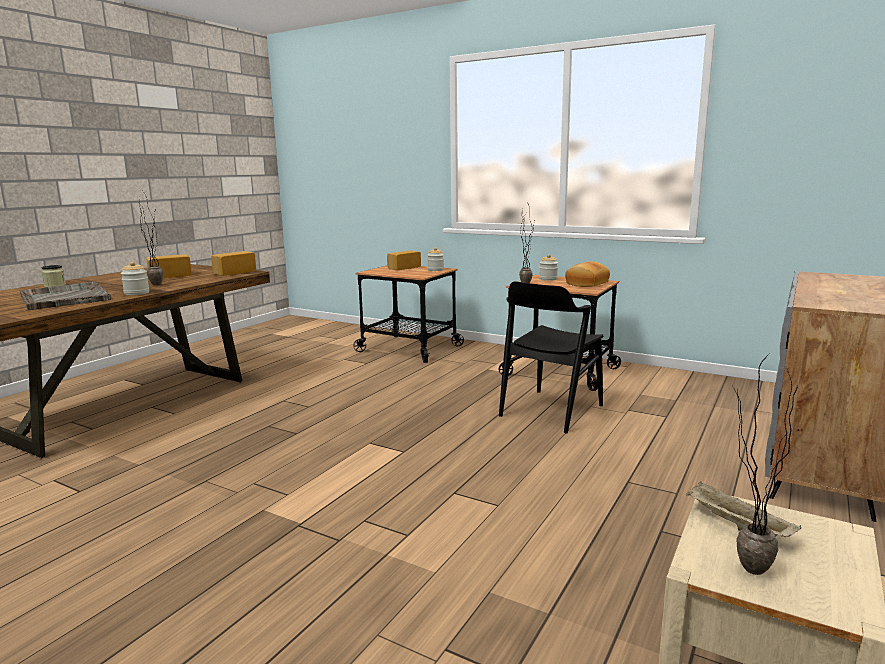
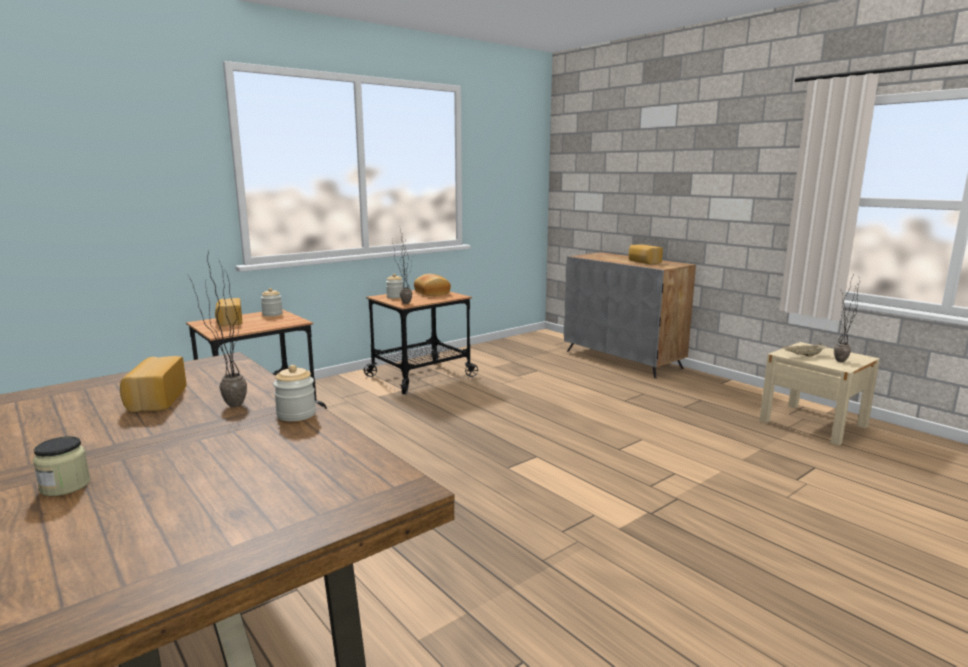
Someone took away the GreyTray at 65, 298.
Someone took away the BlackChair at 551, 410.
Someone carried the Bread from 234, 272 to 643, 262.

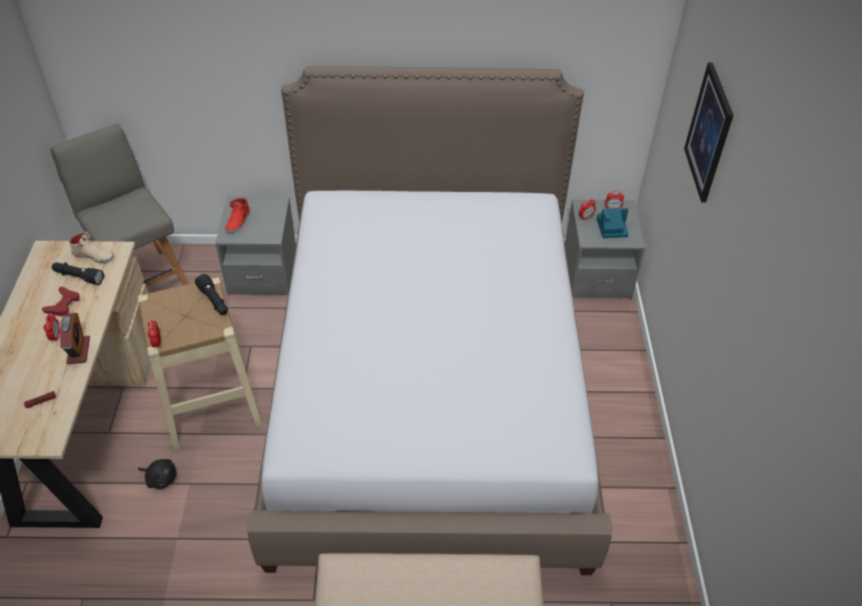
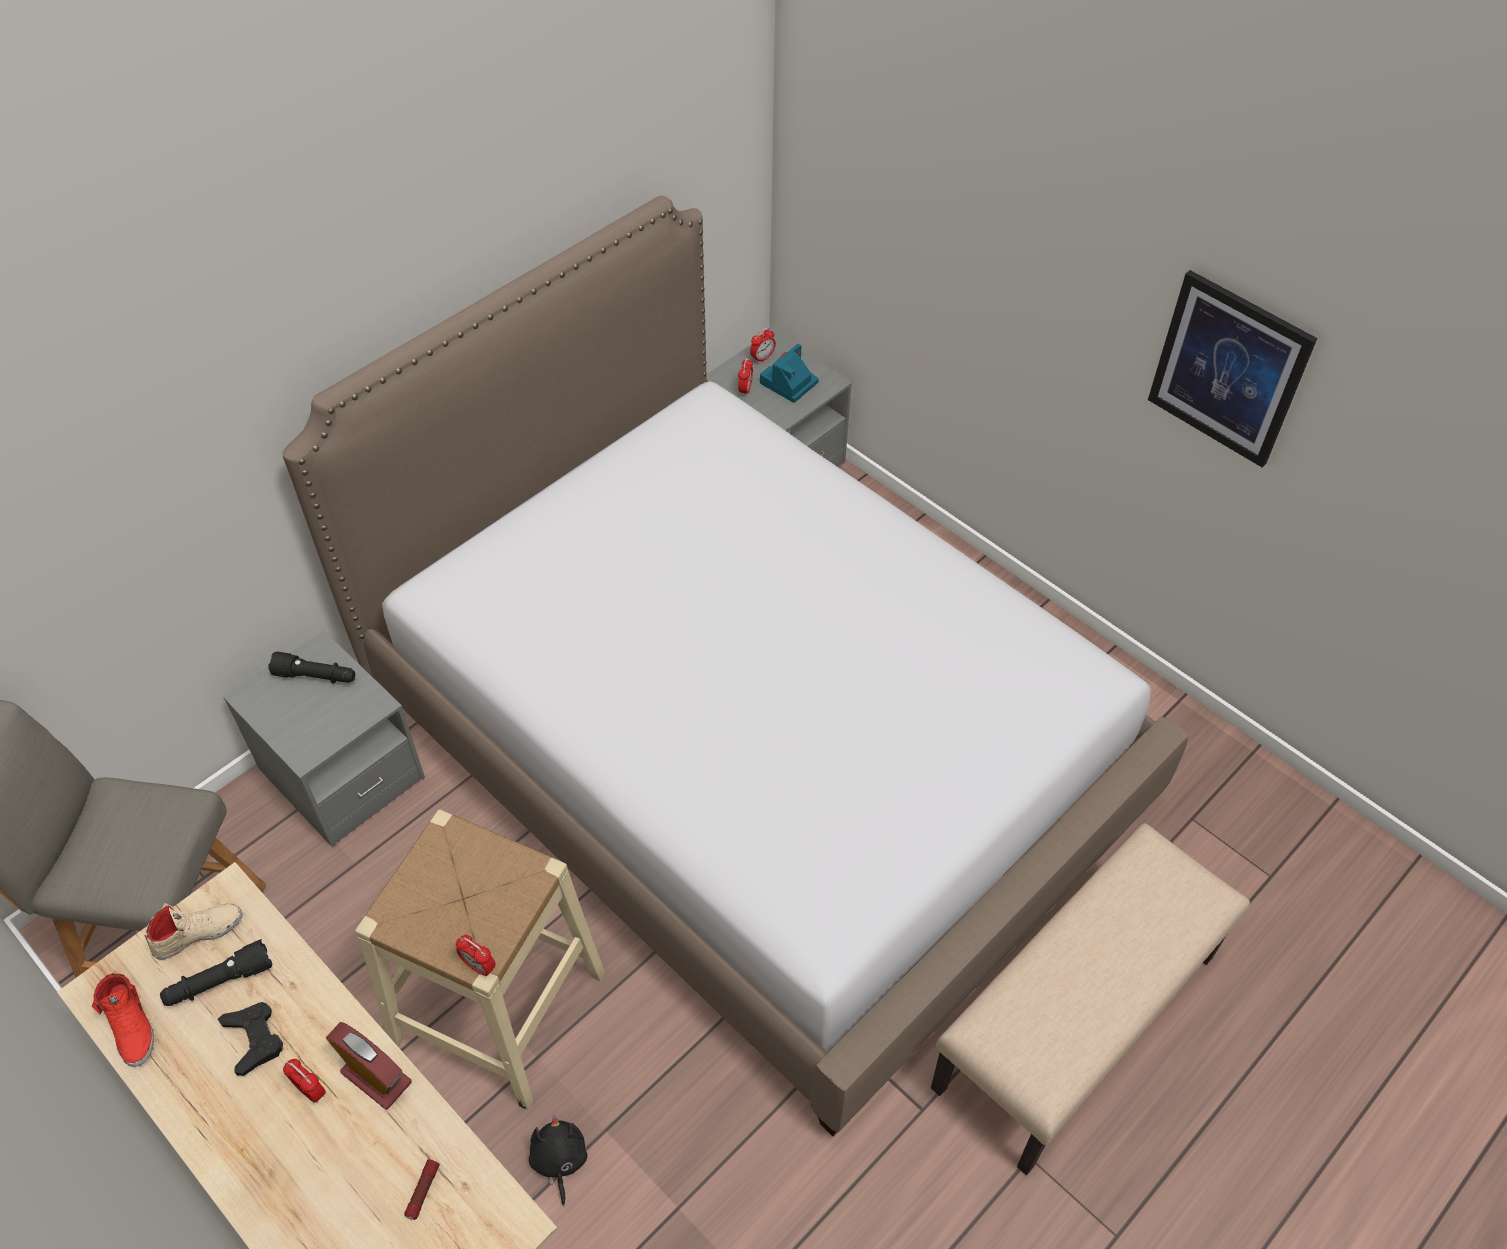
Someone carried the BlackFlashlight from 214, 301 to 316, 676.
Someone carried the RedShoe from 238, 221 to 132, 1025.
Someone carried the Picture from 709, 133 to 1229, 369.
Someone repainted the RedGameController at 63, 304, which became the BlackGameController at 254, 1039.
Someone rotated the BlackPlushToy at 160, 478 by 75 degrees counterclockwise.

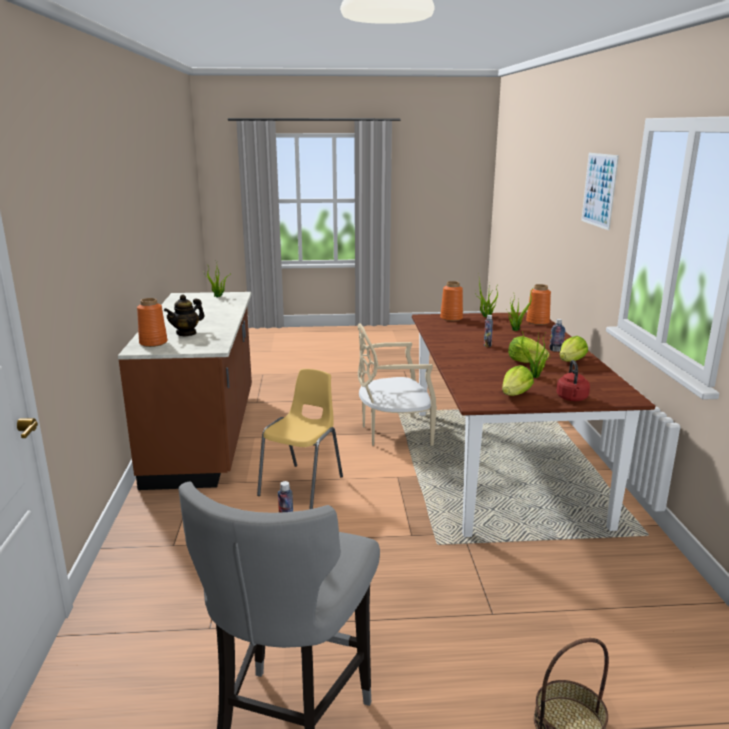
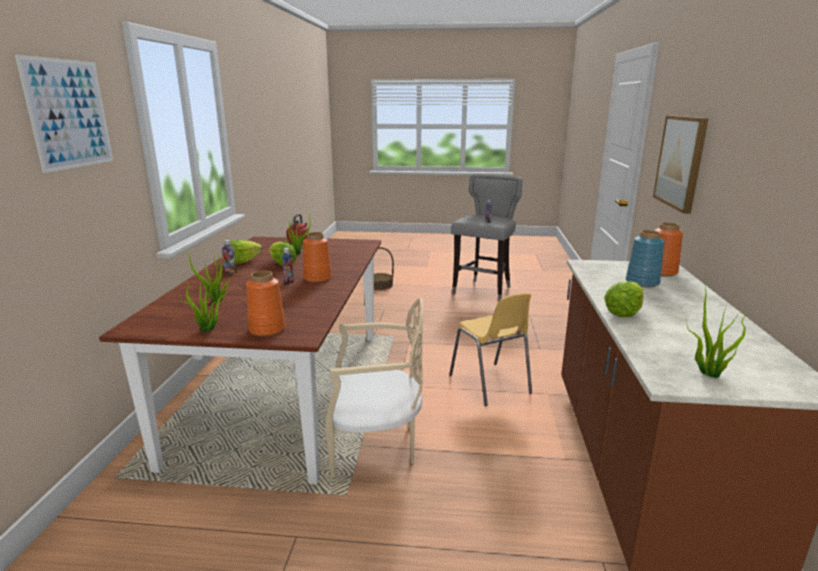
Someone put up the Picture at 681, 162.
Someone carried the Lettuce from 515, 395 to 623, 313.
Someone carried the OrangeVase from 538, 322 to 317, 278.
Someone swapped the Teapot at 186, 333 for the BlueVase at 641, 282.
Someone rotated the YellowChair at 303, 486 by 60 degrees counterclockwise.

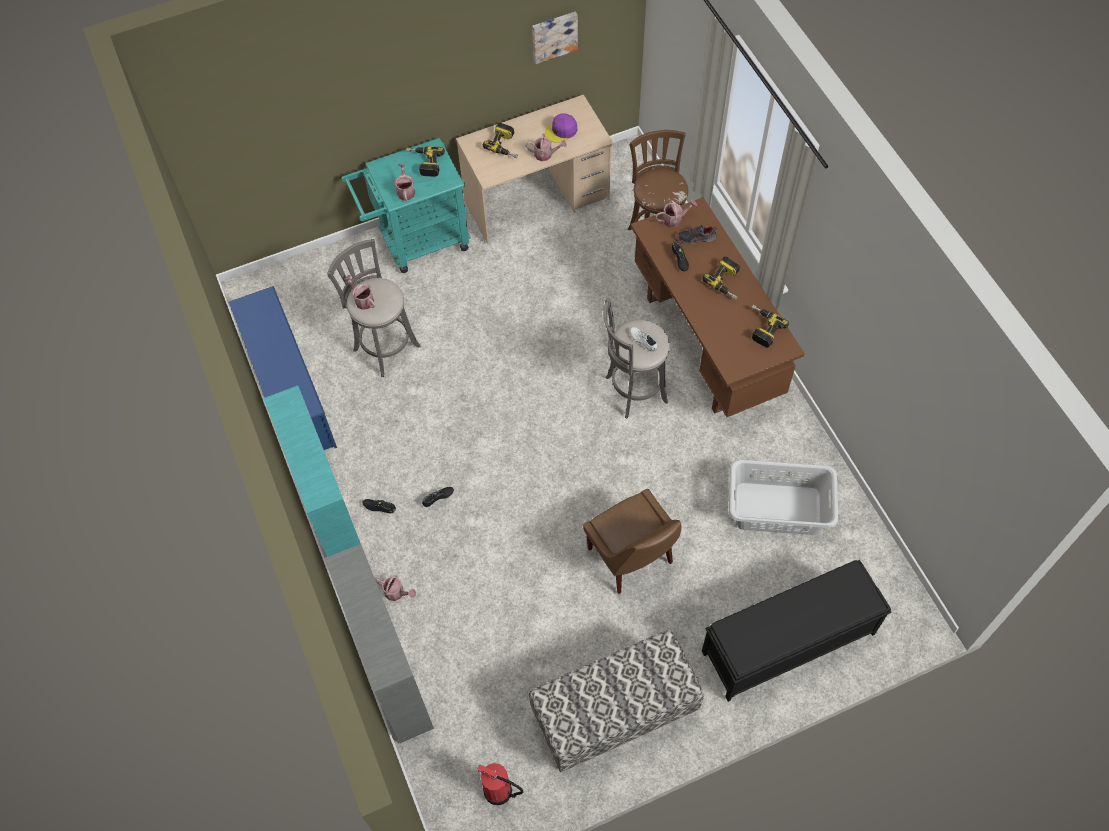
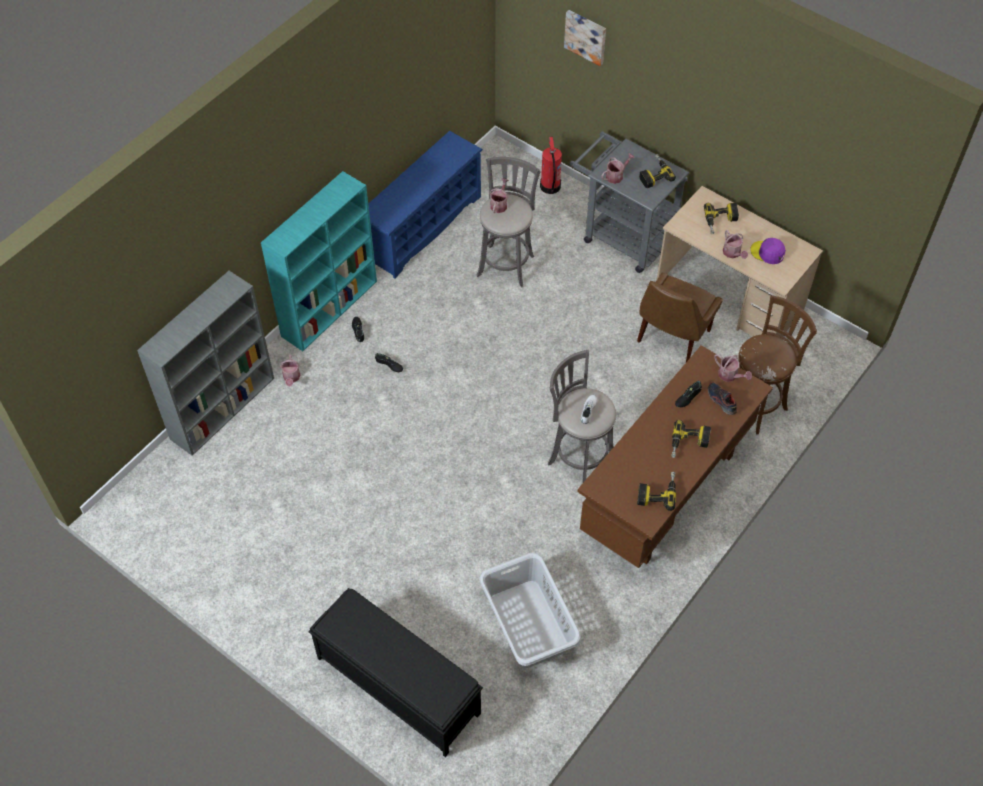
Someone took away the Bench at 614, 713.
Someone carried the FireExtinguisher from 499, 791 to 550, 187.
Someone carried the Picture from 554, 36 to 586, 36.
Someone carried the BrownChair from 632, 558 to 672, 338.
Someone repainted the TurquoiseCart at 416, 242, which became the GreyCart at 622, 236.

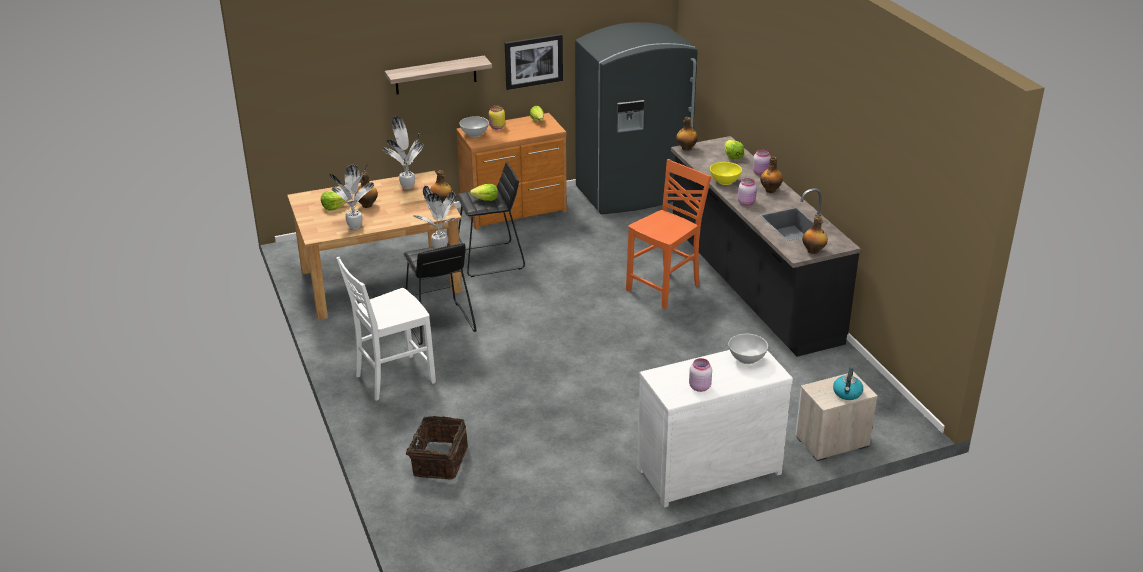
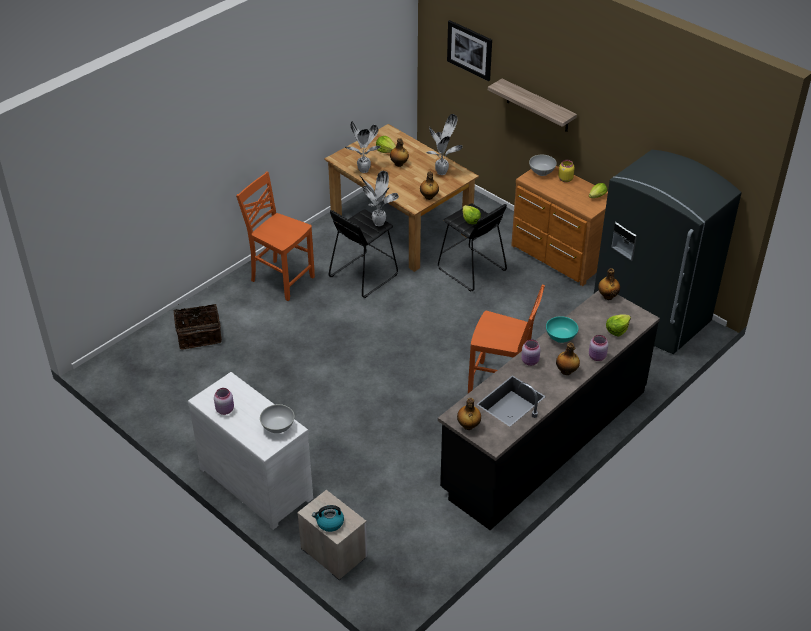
Someone carried the Picture from 533, 61 to 470, 50.
Someone repainted the WhiteChair at 393, 378, which became the OrangeChair at 281, 279.
Someone repainted the YellowBowl at 725, 181, which became the TurquoiseBowl at 560, 337.

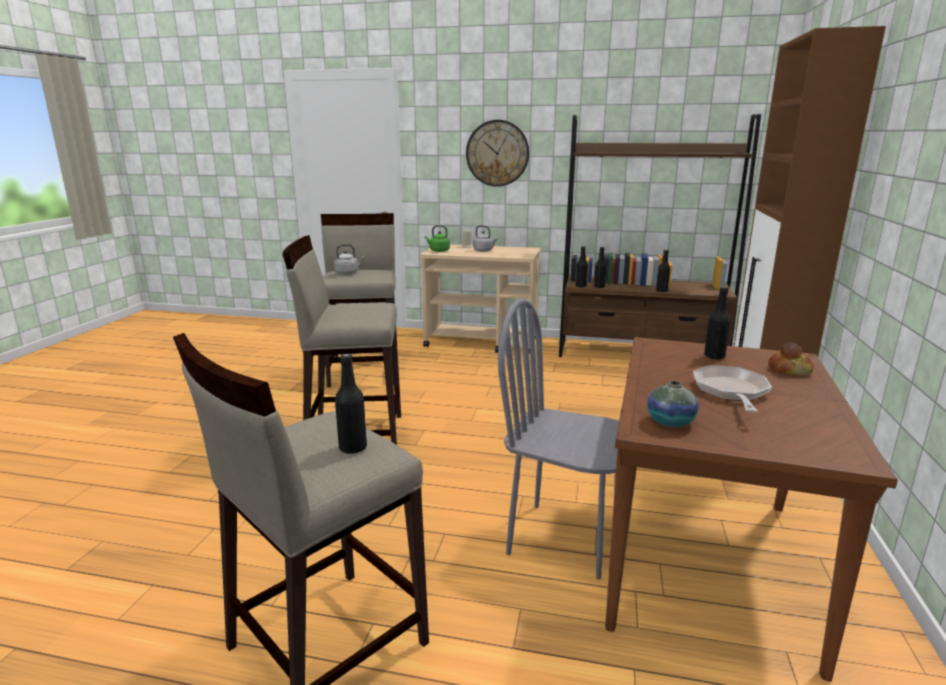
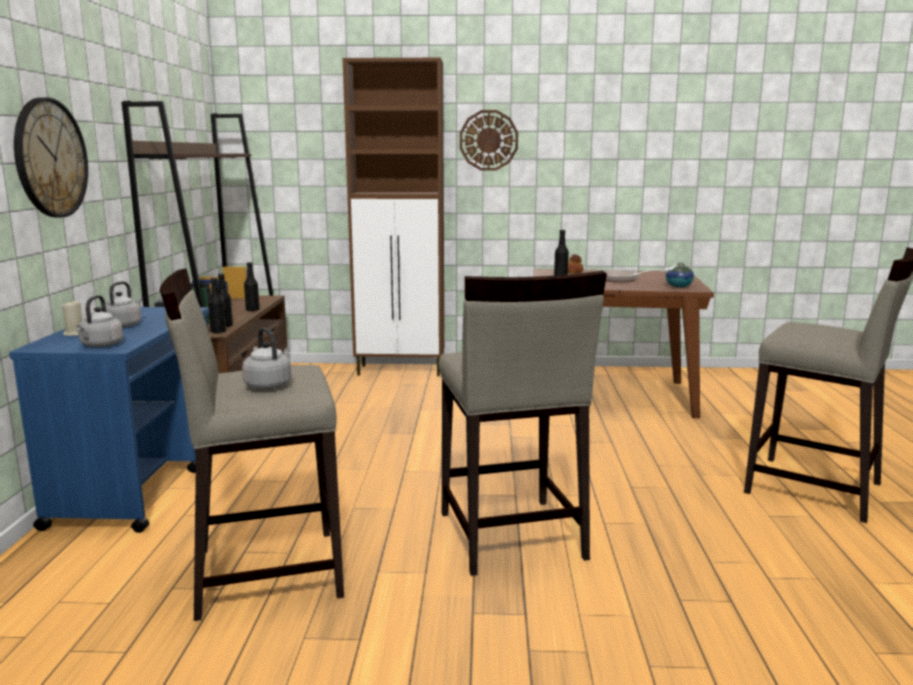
Someone took away the BlackBottle at 353, 448.
Someone took away the GreyChair at 564, 539.
Someone put up the WallClock at 488, 140.
Someone repainted the BeigeCart at 482, 342, which became the BlueCart at 139, 485.
Someone repainted the GreenKettle at 438, 250, which became the GreyKettle at 100, 345.

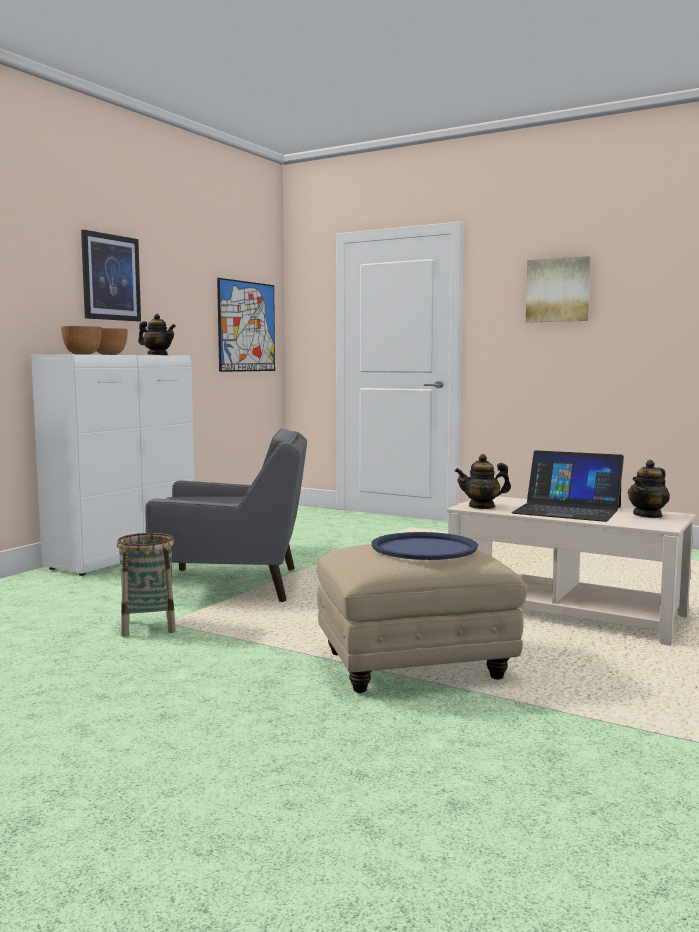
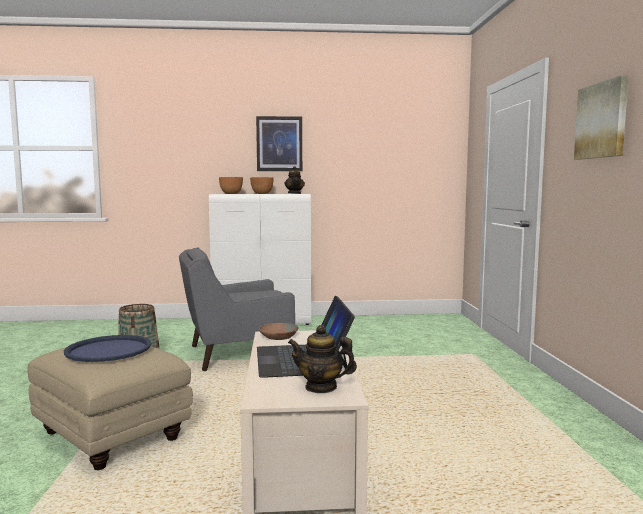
Someone took away the Picture at 247, 326.
Someone swapped the Teapot at 482, 506 for the BrownBowl at 278, 337.
Someone rotated the GreyArmchair at 233, 585 by 105 degrees clockwise.

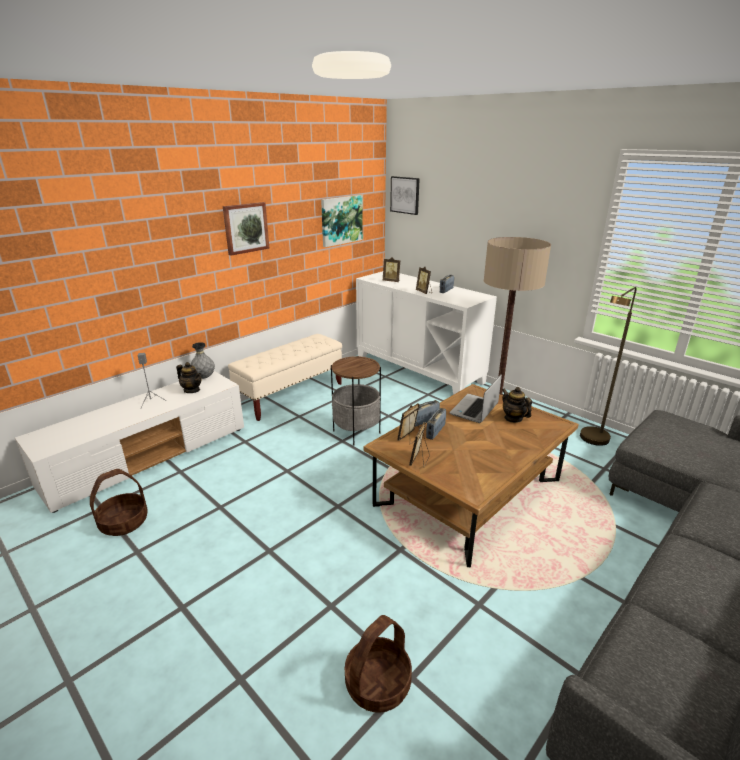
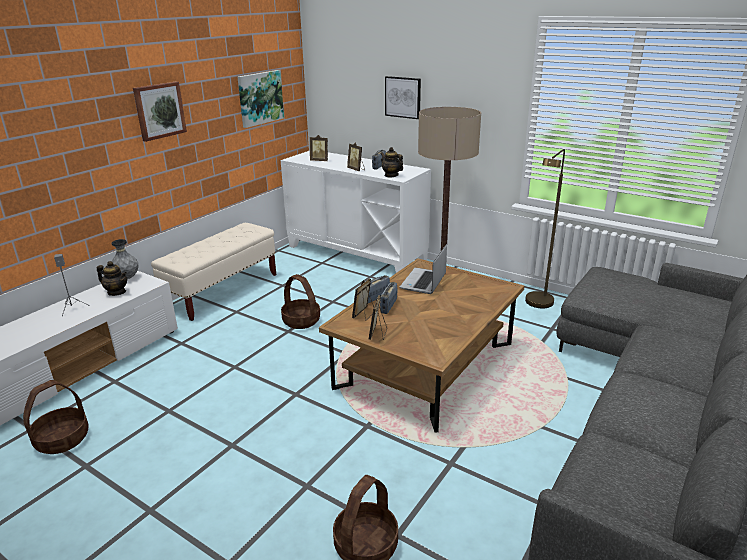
Someone carried the Picture from 405, 195 to 403, 97.
Someone carried the Teapot from 513, 418 to 391, 175.
Someone swapped the SideTable at 356, 432 for the Basket at 301, 321.

